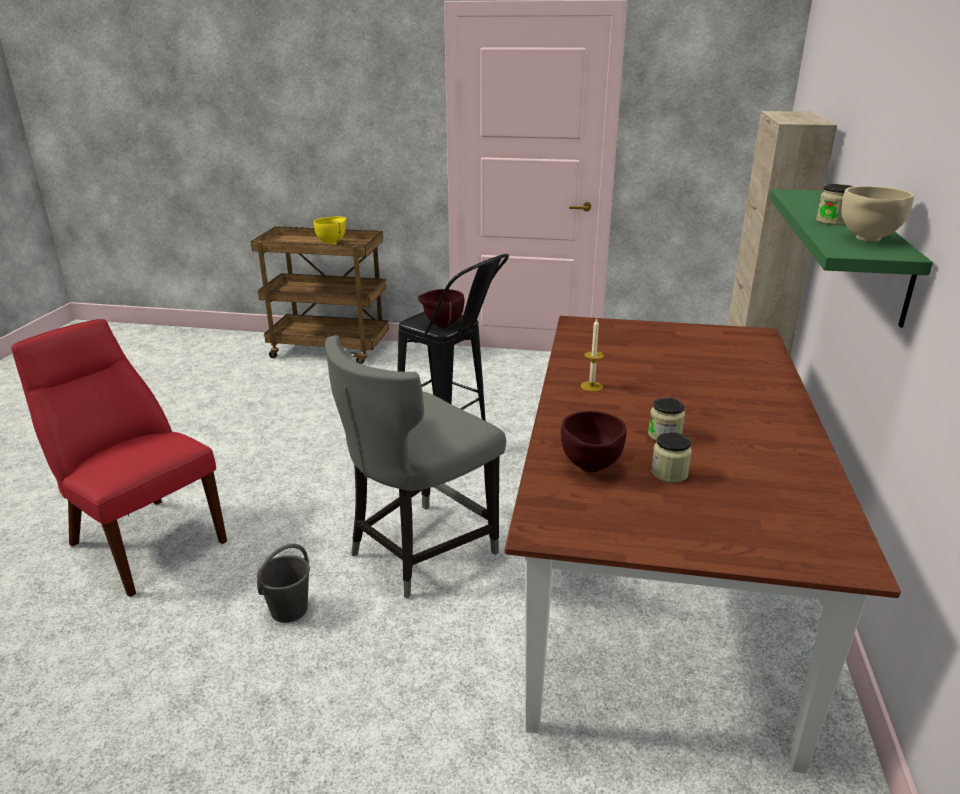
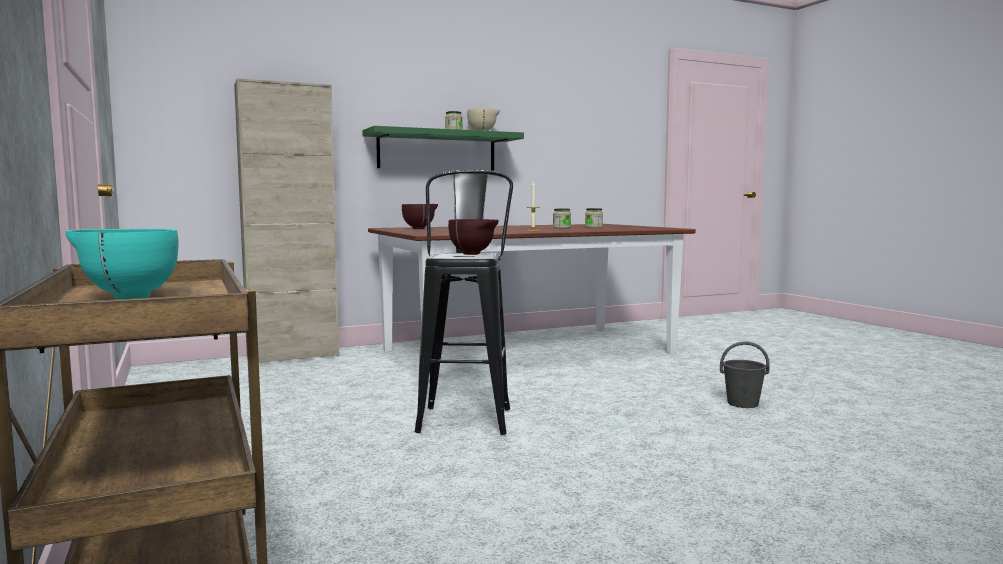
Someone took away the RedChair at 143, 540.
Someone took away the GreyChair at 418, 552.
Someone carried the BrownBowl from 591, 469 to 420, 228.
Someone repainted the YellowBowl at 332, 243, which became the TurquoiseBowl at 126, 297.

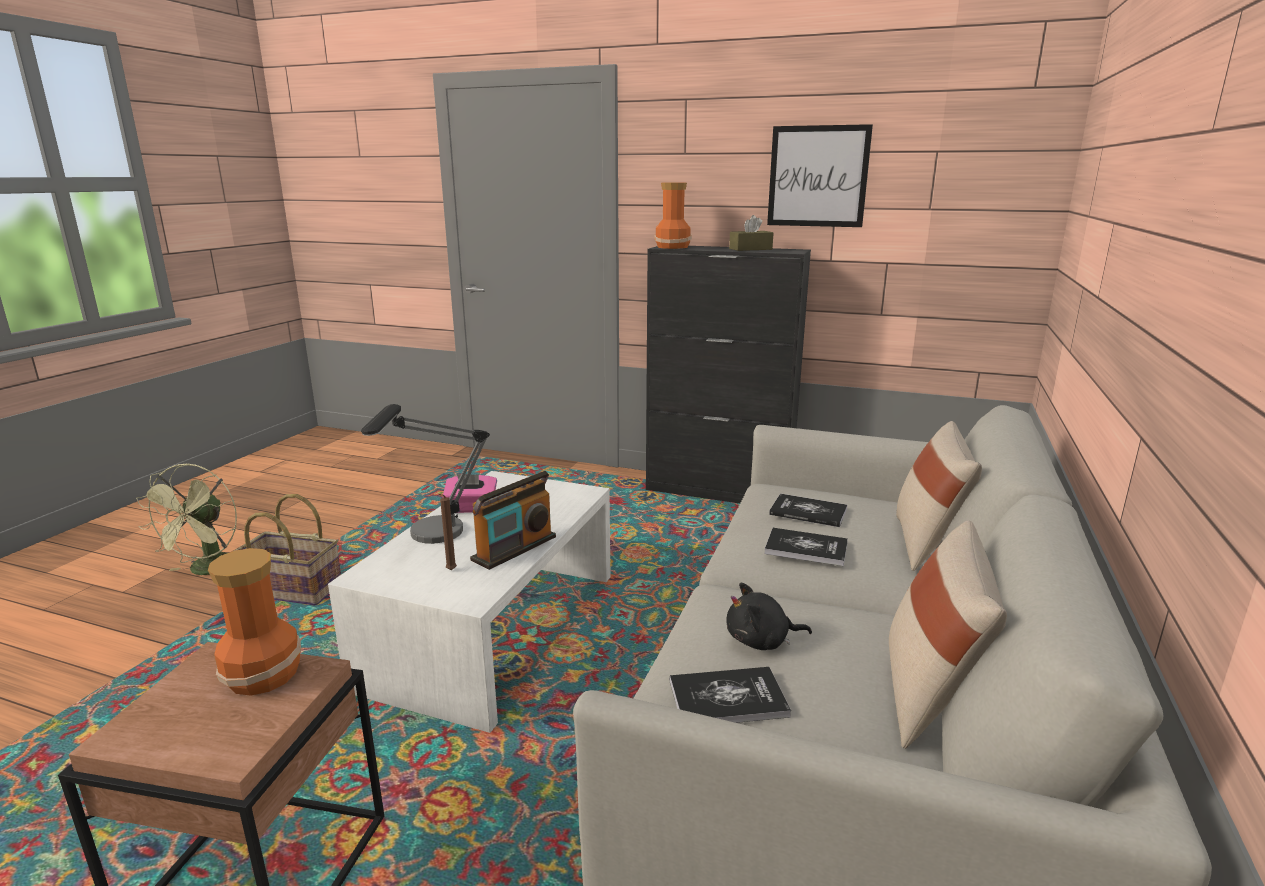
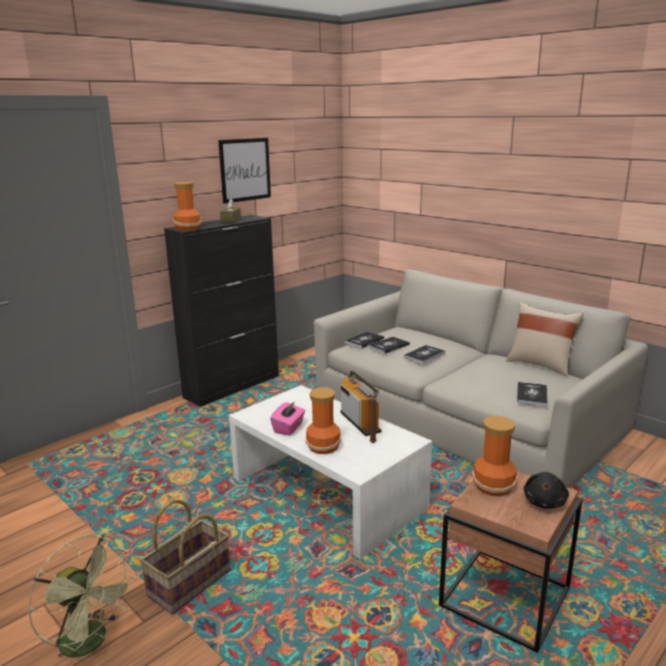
Someone took away the BeigePillow at 927, 544.
Someone put down the Book at 364, 340.
Someone carried the BlackPlushToy from 761, 641 to 544, 502.
Someone swapped the TableLamp at 430, 539 for the Vase at 324, 446.

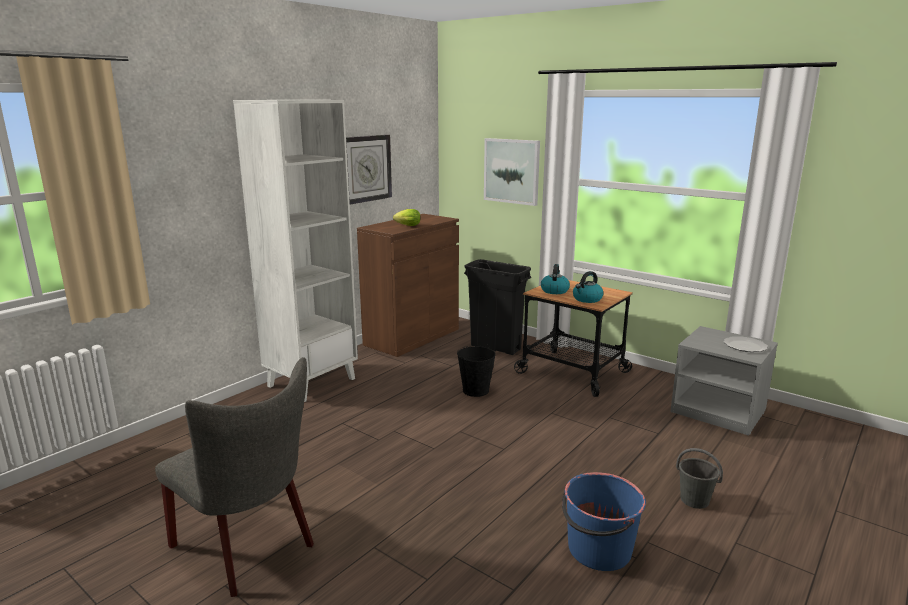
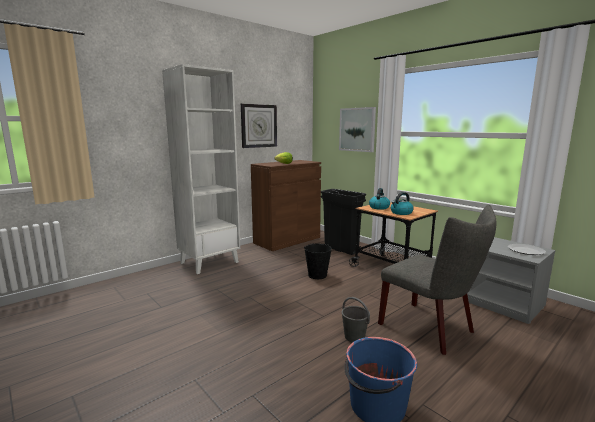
Someone carried the GreyChair from 249, 548 to 431, 329.
Someone carried the GreyBucket from 695, 500 to 354, 337.

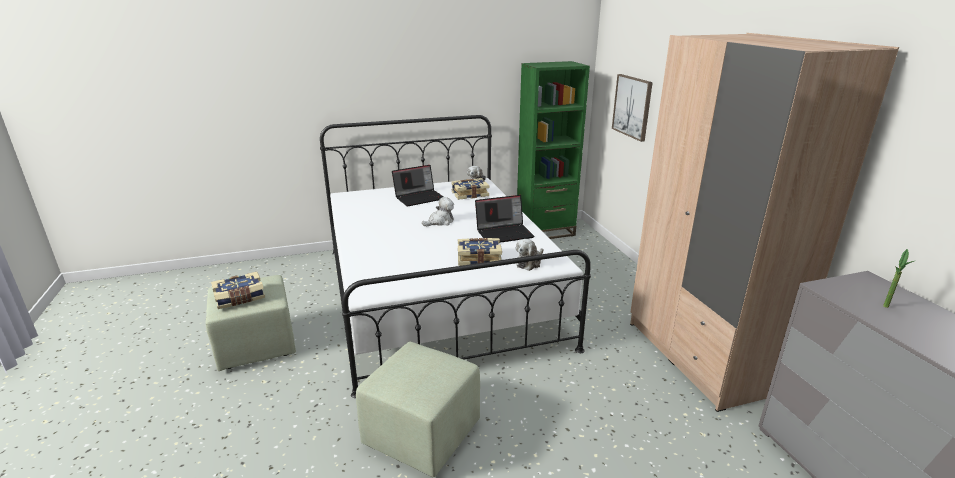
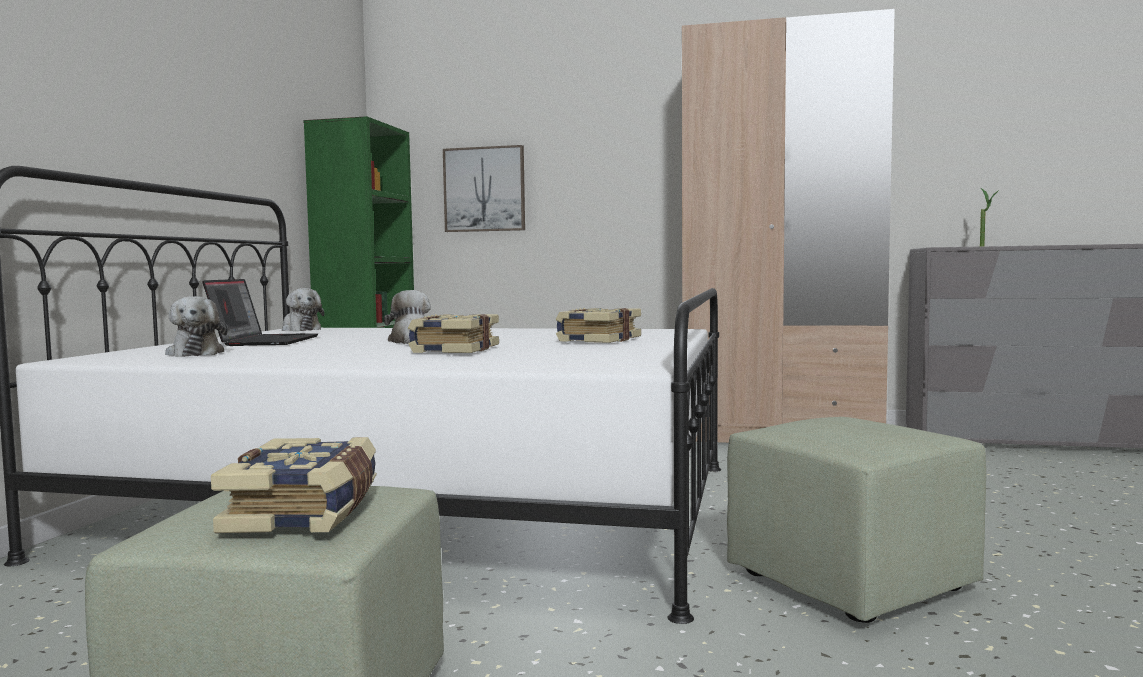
Someone took away the Laptop at 504, 233.
Someone carried the Book from 469, 194 to 453, 350.
Someone carried the PlushToy from 529, 262 to 196, 353.

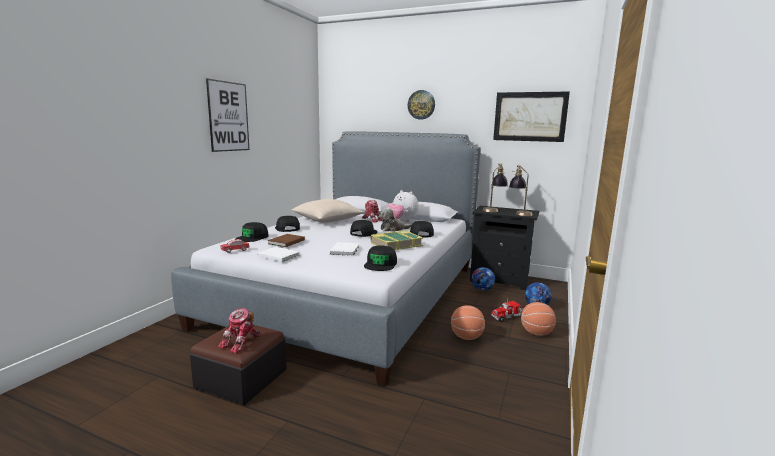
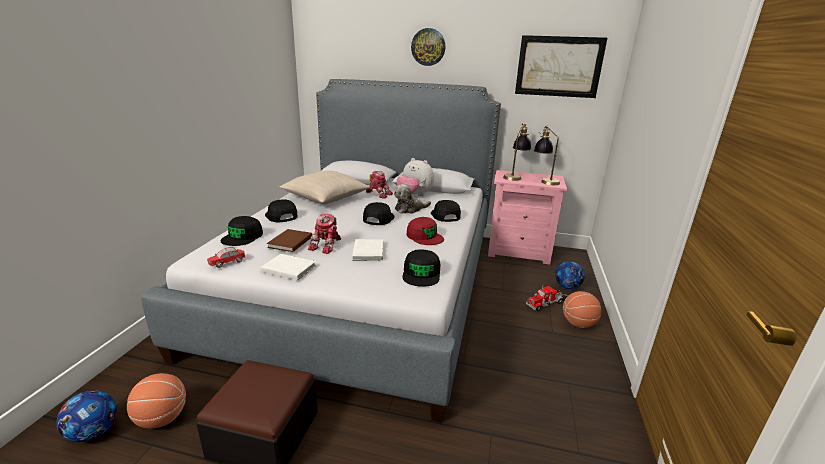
Someone took away the Picture at 228, 116.
Someone carried the ToyRobot from 241, 343 to 327, 245.
Someone carried the Basketball from 466, 337 to 162, 418.
Someone carried the Football from 482, 289 to 94, 432.
Someone swapped the Book at 396, 245 for the RedCap at 424, 236.
Someone repainted the BlackNightstand at 500, 279, which became the PinkNightstand at 519, 251.

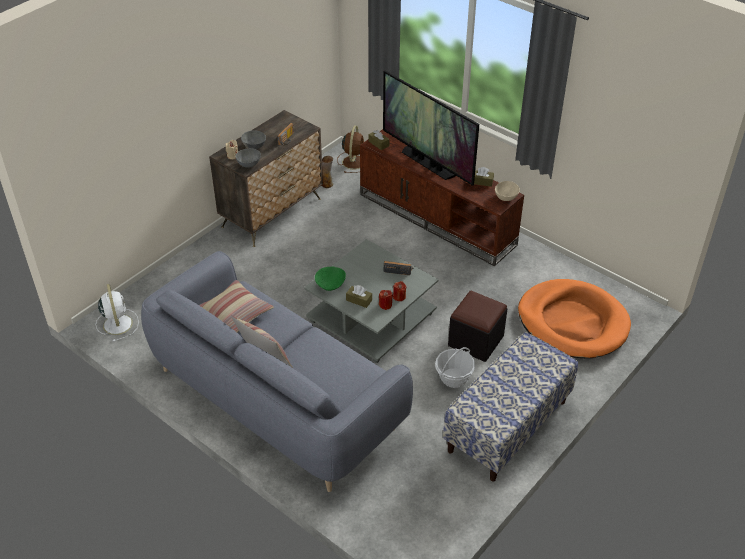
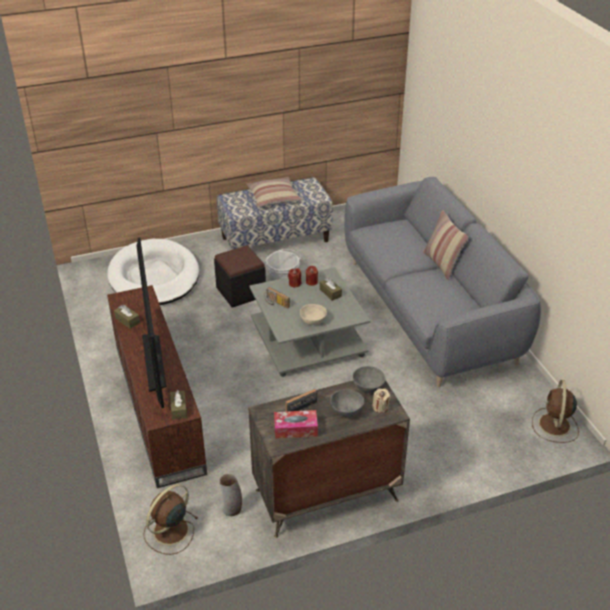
Someone took away the GreenBowl at 330, 285.
Someone put down the TissueBox at 295, 429.
Someone carried the Pillow from 235, 313 to 273, 197.
Someone carried the BeigeBowl from 506, 197 to 312, 321.
Someone repainted the WhiteFan at 117, 323, which became the BrownFan at 554, 426.
Someone repainted the OrangeDogBed at 572, 322, which became the WhiteDogBed at 154, 277.

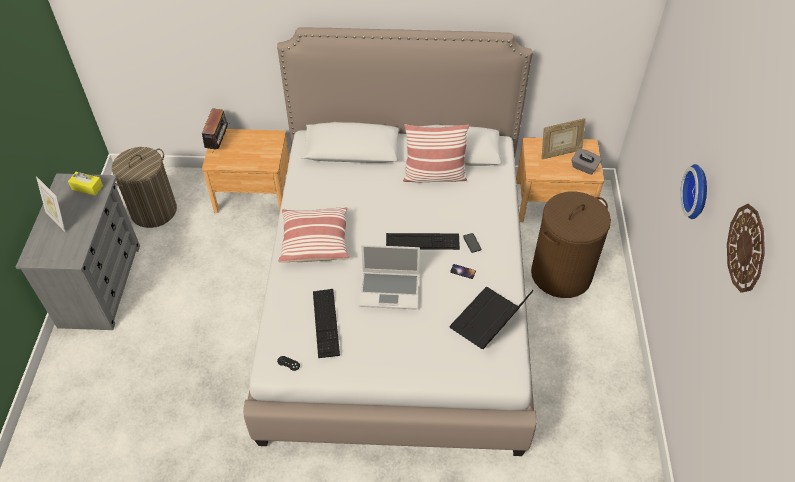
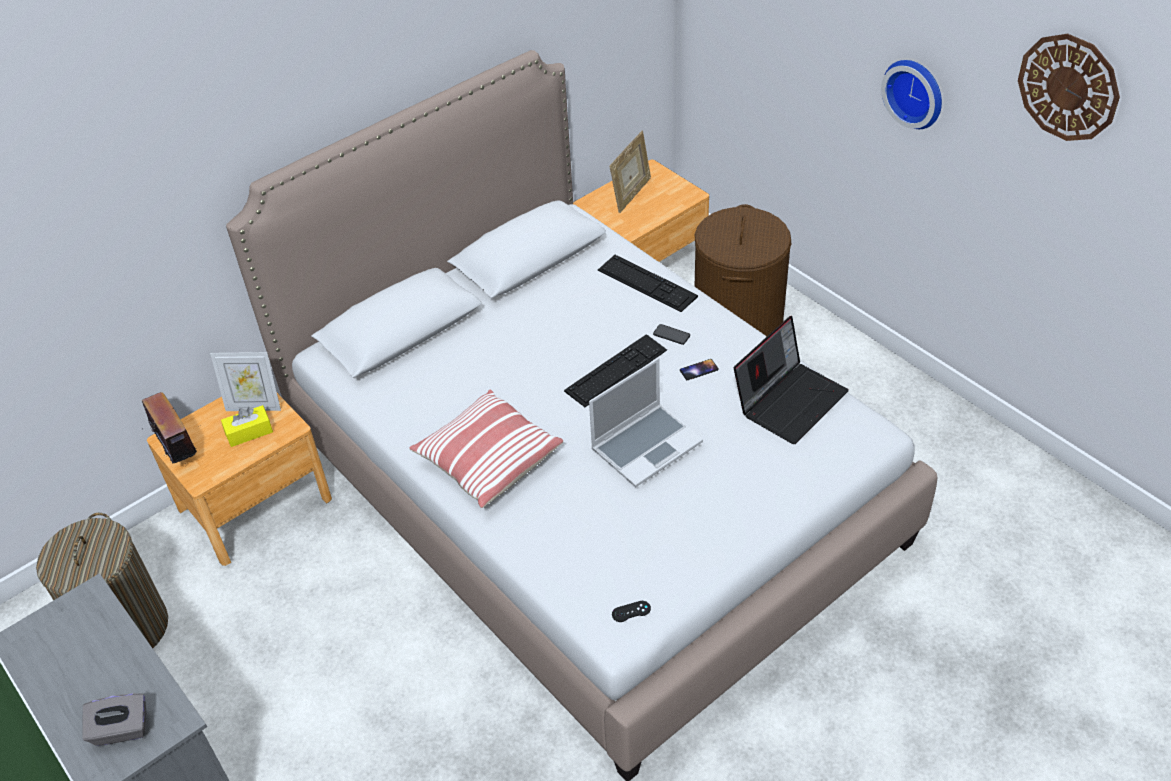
Someone took away the Pillow at 434, 176.
Someone carried the PictureFrame from 58, 220 to 254, 406.
Someone carried the YellowTissueBox from 87, 187 to 249, 432.
Someone carried the Keyboard from 326, 322 to 647, 283.
Someone carried the GreyTissueBox from 584, 167 to 121, 730.
Someone rotated the Laptop at 488, 322 by 135 degrees counterclockwise.

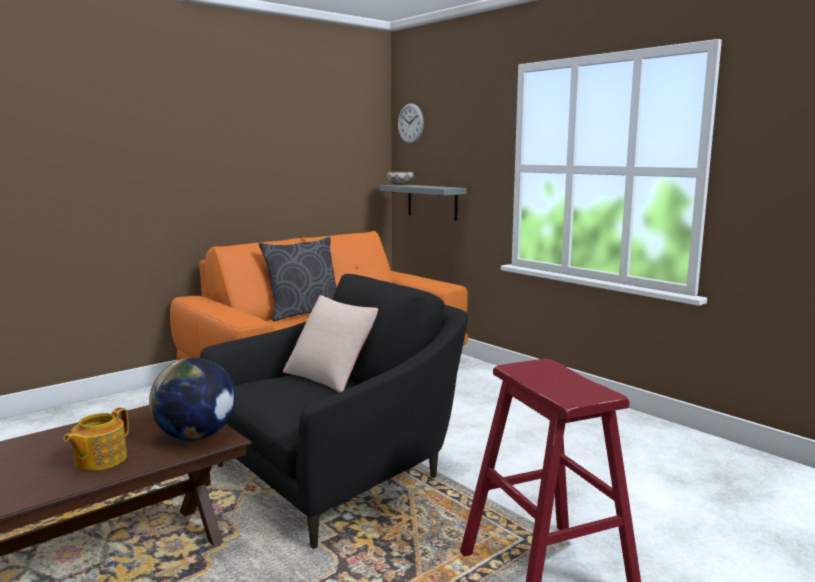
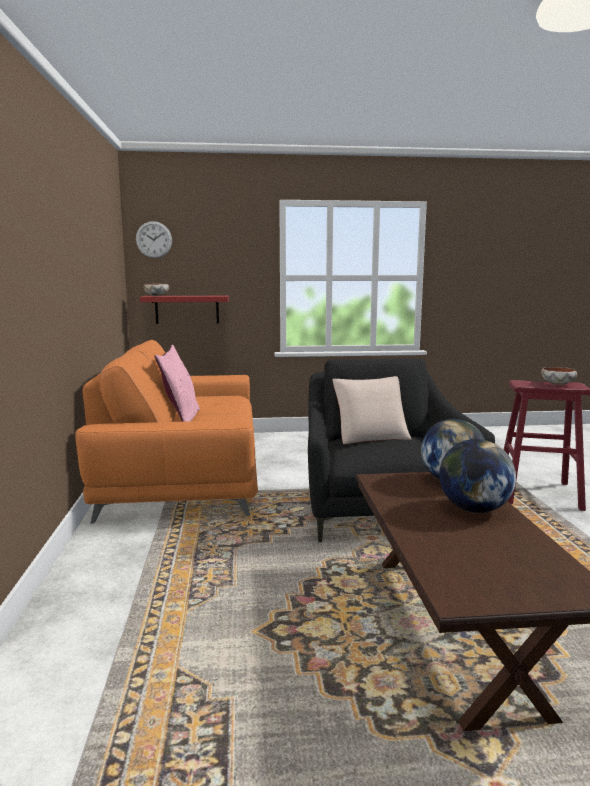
Someone put down the Bowl at 558, 384.
Someone swapped the Teapot at 99, 460 for the Globe at 474, 509.
Someone repainted the GreyPillow at 303, 313, which became the PinkPillow at 180, 419.
Someone repainted the GreyShelf at 432, 201, which became the RedShelf at 187, 309.

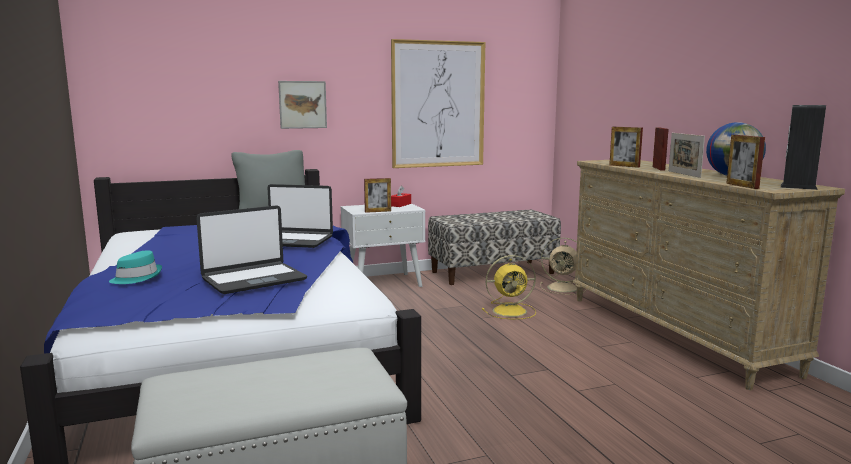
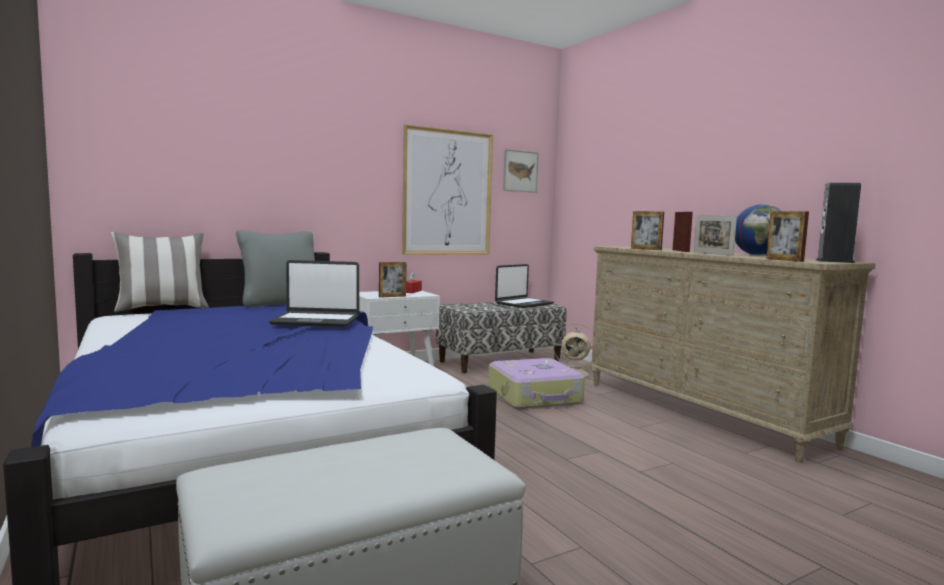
Someone took away the TurquoiseHat at 136, 277.
Someone put down the Pillow at 162, 308.
Someone carried the Laptop from 253, 279 to 523, 304.
Someone carried the Picture from 302, 104 to 520, 171.
Someone swapped the YellowFan at 511, 311 for the Suitcase at 535, 396.

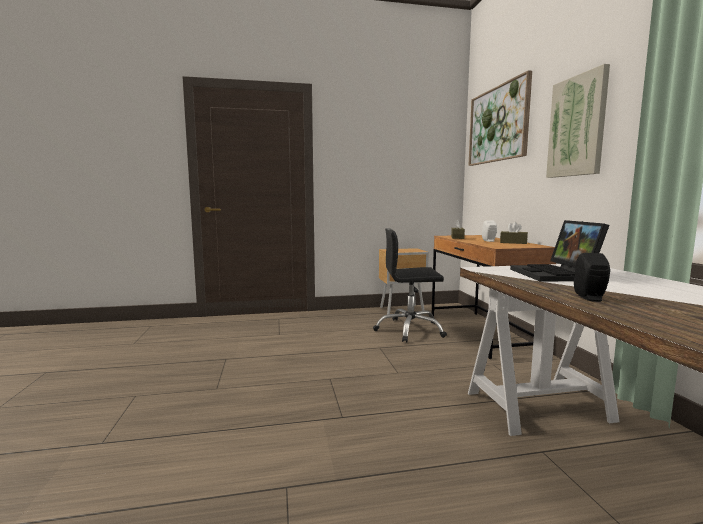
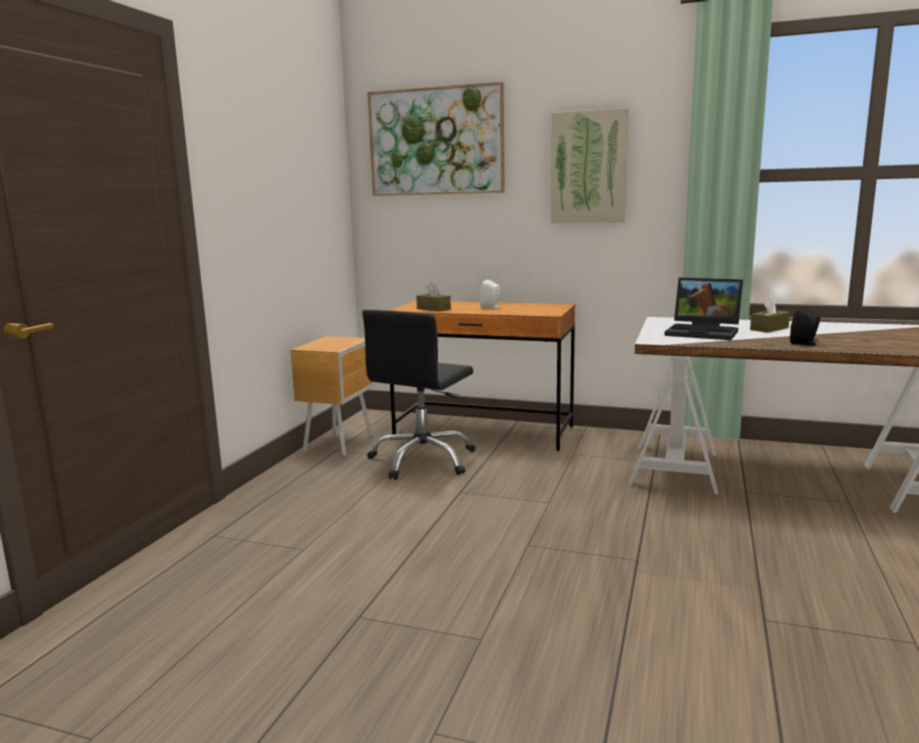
Someone carried the BrownTissueBox from 513, 242 to 769, 329.

